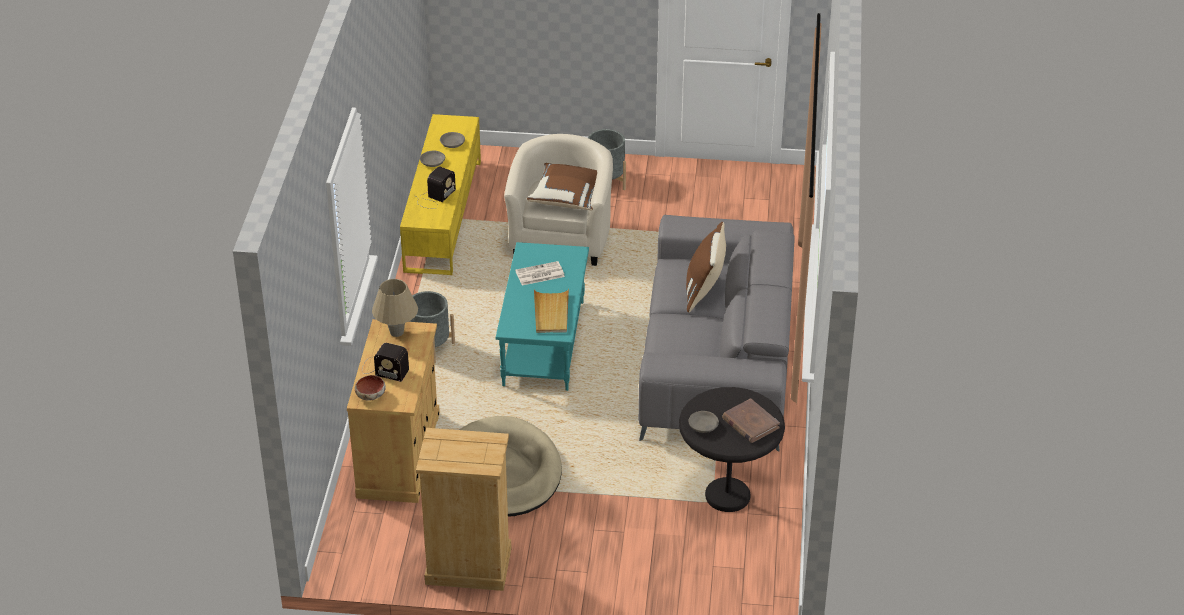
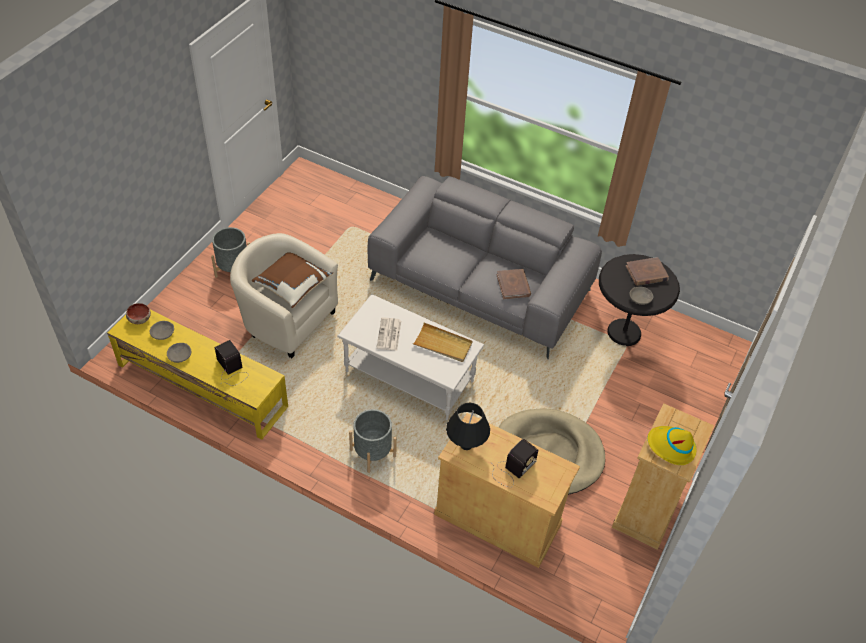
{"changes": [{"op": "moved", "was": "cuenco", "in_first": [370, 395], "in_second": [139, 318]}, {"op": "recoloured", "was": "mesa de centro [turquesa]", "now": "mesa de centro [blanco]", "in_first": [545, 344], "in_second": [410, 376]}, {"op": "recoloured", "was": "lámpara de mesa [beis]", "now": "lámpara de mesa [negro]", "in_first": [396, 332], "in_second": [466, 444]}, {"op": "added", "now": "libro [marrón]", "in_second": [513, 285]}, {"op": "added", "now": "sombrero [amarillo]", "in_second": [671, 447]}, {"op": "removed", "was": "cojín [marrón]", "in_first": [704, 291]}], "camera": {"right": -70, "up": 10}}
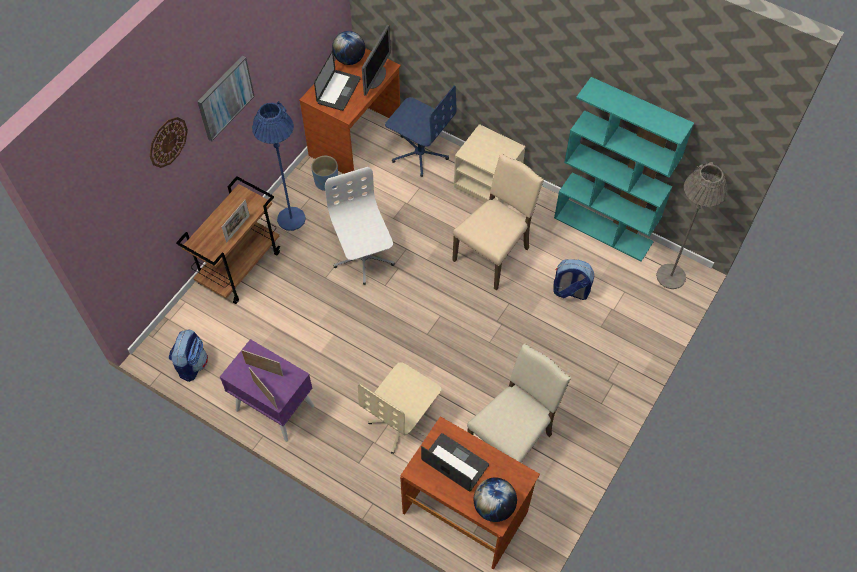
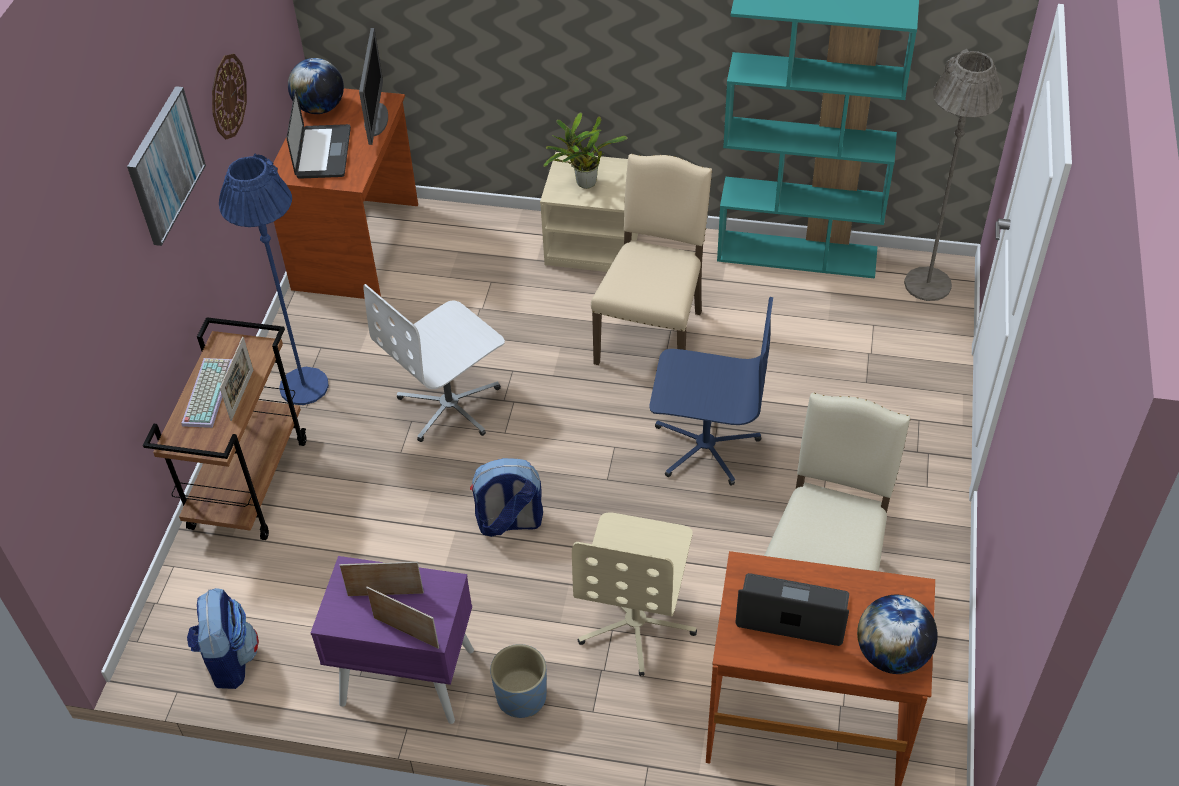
{"changes": [{"op": "added", "now": "teclado", "in_second": [207, 392]}, {"op": "moved", "was": "reloj de pared", "in_first": [167, 142], "in_second": [227, 96]}, {"op": "turned", "was": "silla de oficina [blanco]", "in_first": [363, 258], "in_second": [450, 405], "clockwise": -90}, {"op": "moved", "was": "mochila", "in_first": [570, 291], "in_second": [509, 522]}, {"op": "moved", "was": "maceta [azul]", "in_first": [326, 182], "in_second": [522, 696]}, {"op": "added", "now": "planta en maceta", "in_second": [583, 184]}, {"op": "moved", "was": "silla de oficina [azul]", "in_first": [420, 153], "in_second": [705, 445]}], "camera": {"right": -20, "up": -10}}
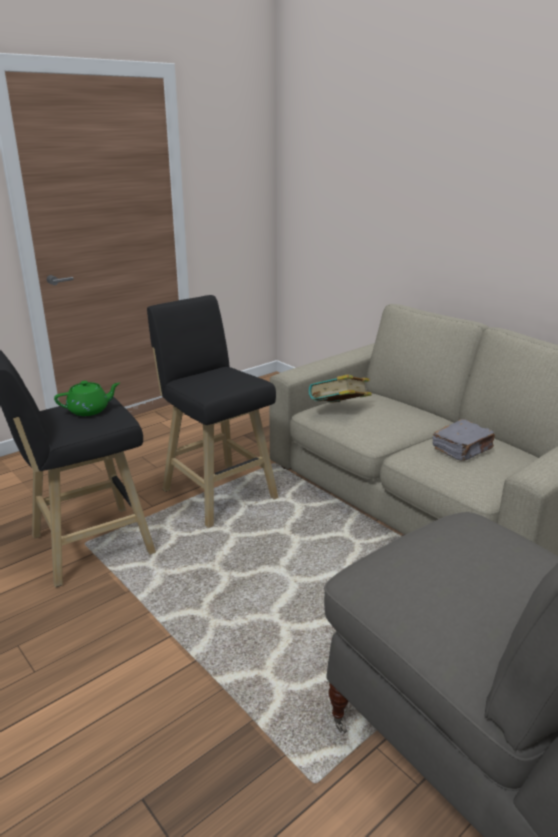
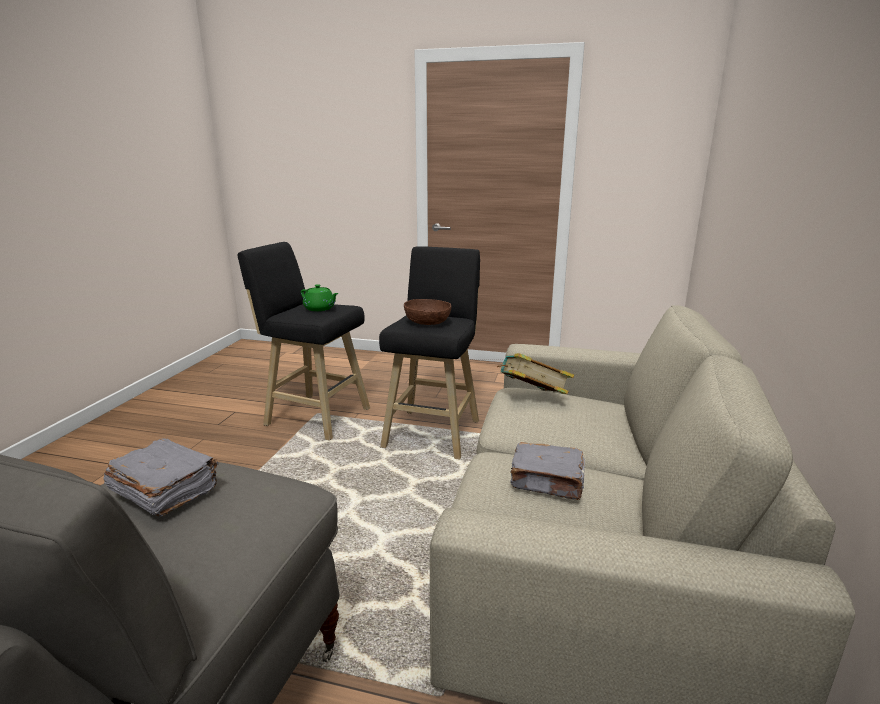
{"changes": [{"op": "added", "now": "libro [gris]", "in_second": [165, 491]}, {"op": "added", "now": "cuenco [marrón]", "in_second": [427, 322]}], "camera": {"right": 55, "up": -5}}
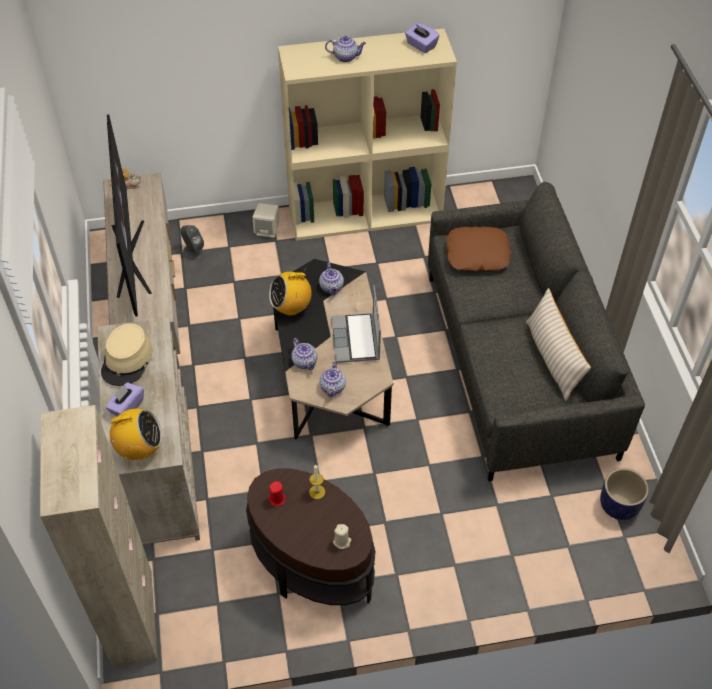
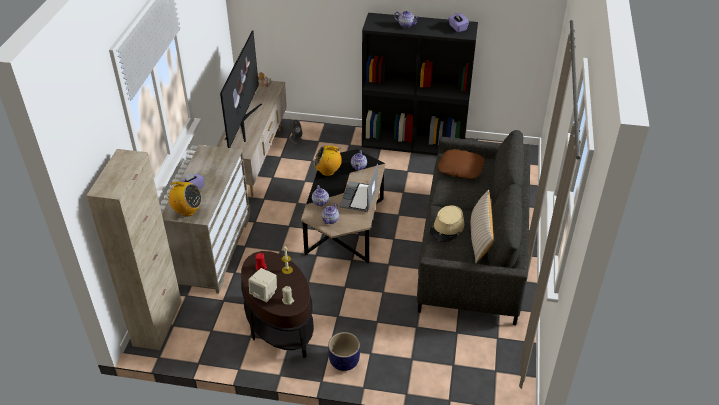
{"changes": [{"op": "moved", "was": "altavoz [beis]", "in_first": [267, 230], "in_second": [264, 294]}, {"op": "moved", "was": "maceta", "in_first": [619, 506], "in_second": [344, 362]}, {"op": "recoloured", "was": "estantería [beis]", "now": "estantería [negro]", "in_first": [366, 213], "in_second": [414, 142]}, {"op": "moved", "was": "sombrero [beis]", "in_first": [127, 360], "in_second": [447, 228]}], "camera": {"right": 20, "up": -10}}
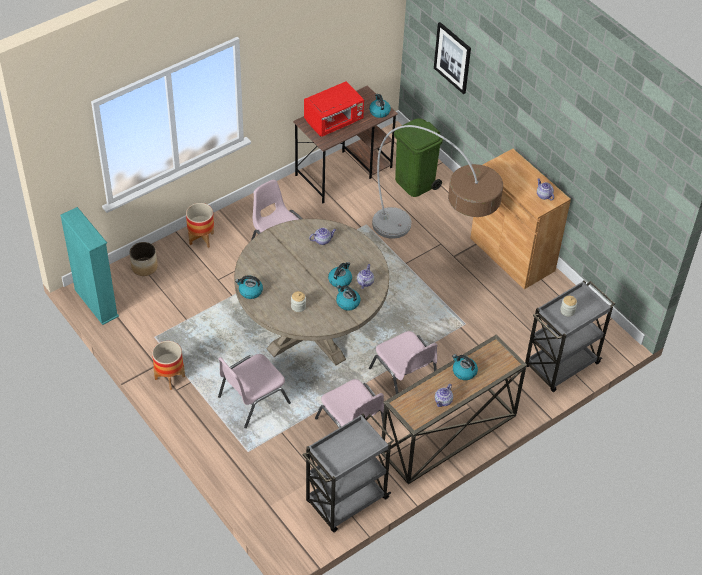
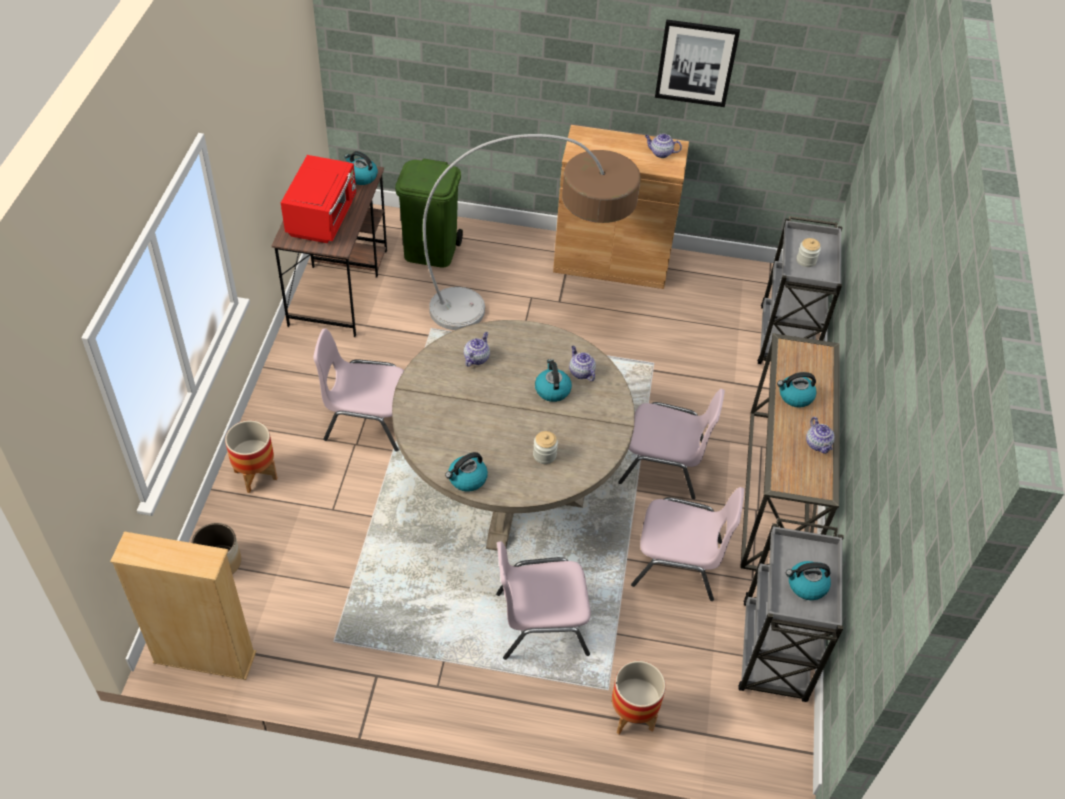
{"changes": [{"op": "recoloured", "was": "estantería [turquesa]", "now": "estantería [beis]", "in_first": [96, 303], "in_second": [204, 658]}, {"op": "turned", "was": "silla [rosa]", "in_first": [252, 400], "in_second": [540, 622], "clockwise": 75}, {"op": "moved", "was": "maceta", "in_first": [169, 377], "in_second": [632, 715]}, {"op": "moved", "was": "cuadro", "in_first": [453, 57], "in_second": [696, 63]}, {"op": "moved", "was": "hervidor", "in_first": [347, 302], "in_second": [806, 585]}], "camera": {"right": -45, "up": 0}}
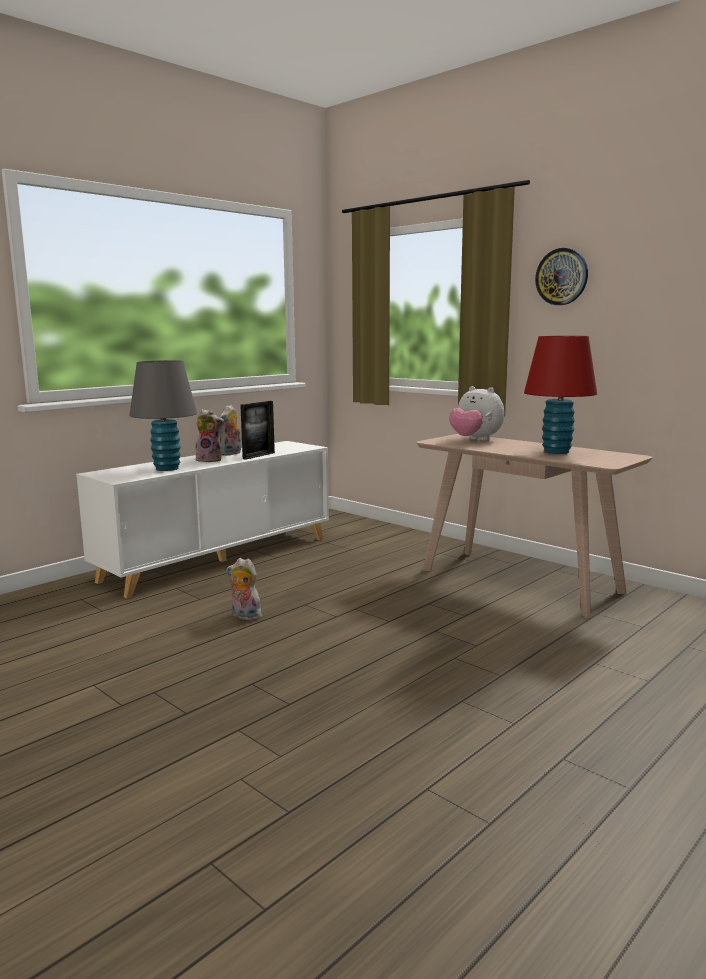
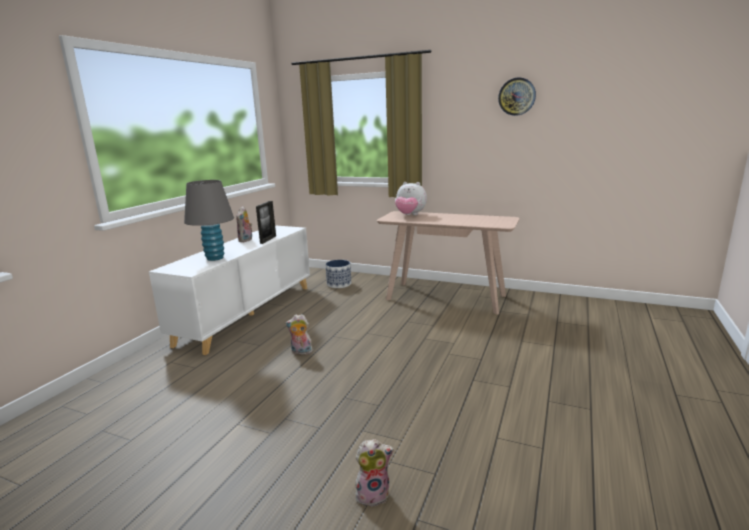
{"changes": [{"op": "added", "now": "maceta", "in_second": [339, 284]}, {"op": "moved", "was": "peluche", "in_first": [210, 460], "in_second": [373, 494]}, {"op": "moved", "was": "reloj de pared", "in_first": [562, 276], "in_second": [517, 96]}, {"op": "removed", "was": "lámpara de mesa [rojo]", "in_first": [556, 452]}], "camera": {"right": -20, "up": 5}}
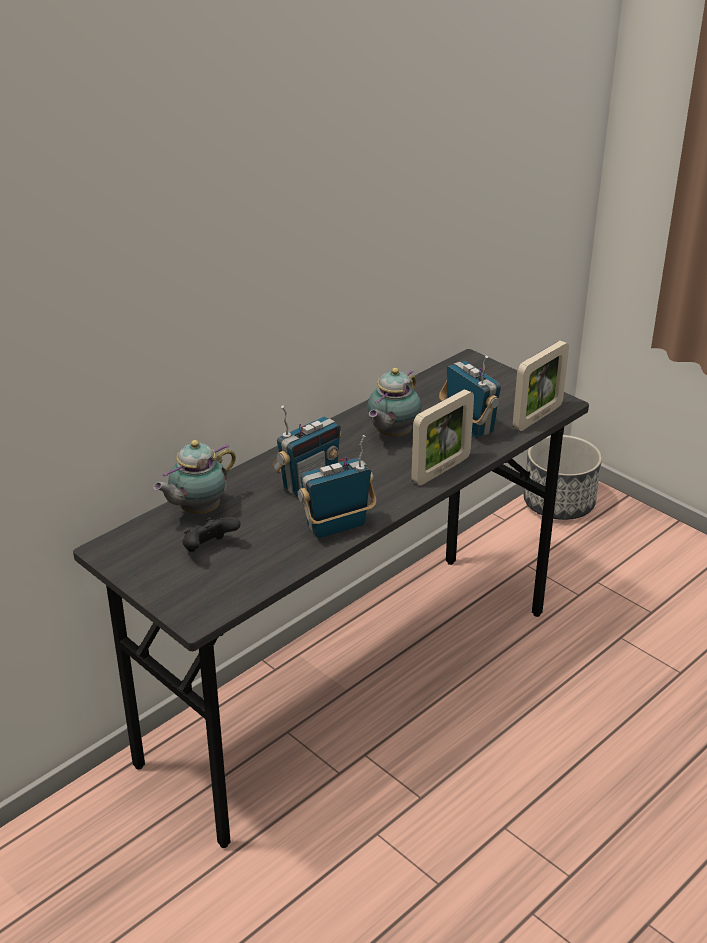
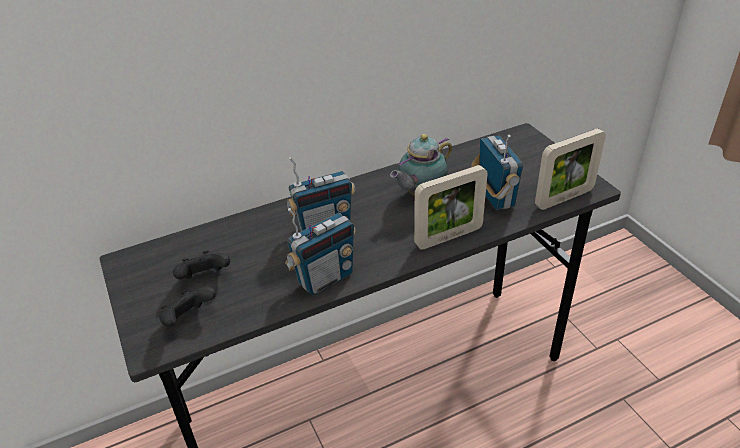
{"changes": [{"op": "added", "now": "mando de consola [negro]", "in_second": [188, 319]}, {"op": "turned", "was": "radio", "in_first": [336, 527], "in_second": [325, 278], "clockwise": 150}, {"op": "removed", "was": "tetera", "in_first": [197, 511]}, {"op": "removed", "was": "maceta", "in_first": [559, 503]}], "camera": {"right": 20, "up": 5}}
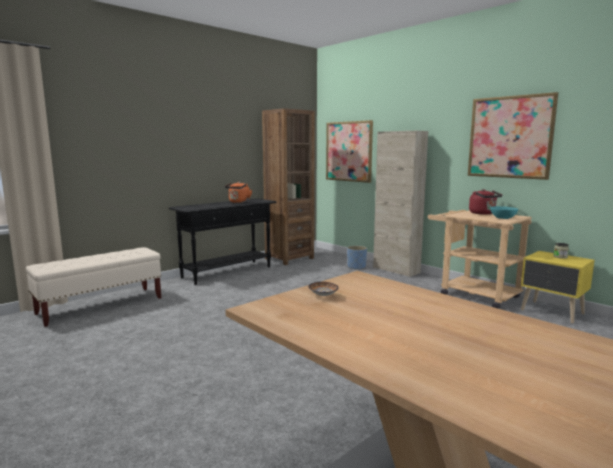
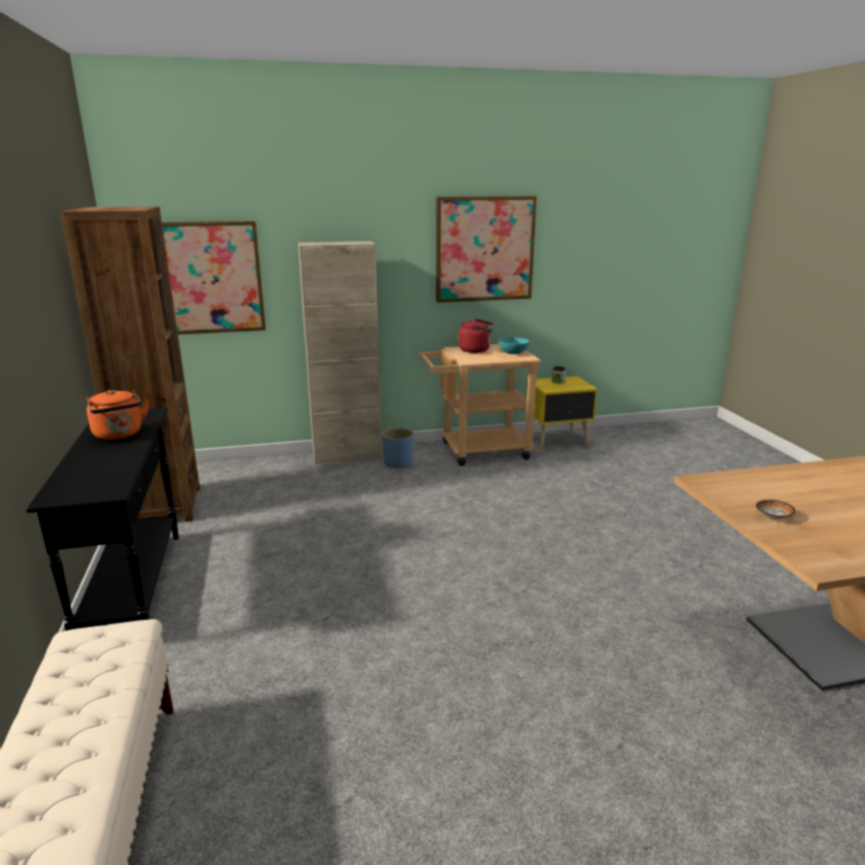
{"changes": [{"op": "moved", "was": "maceta [azul]", "in_first": [356, 267], "in_second": [398, 463]}], "camera": {"right": -60, "up": 10}}
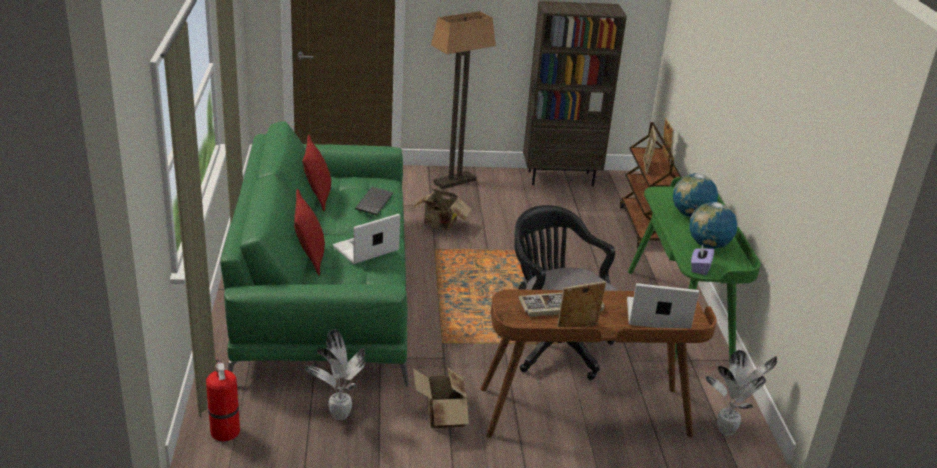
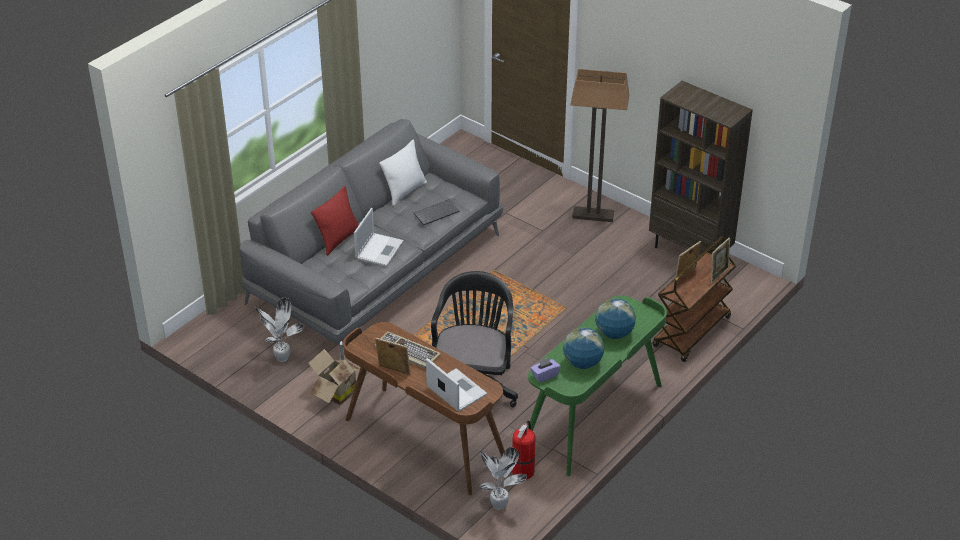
{"changes": [{"op": "recoloured", "was": "sofá [verde]", "now": "sofá [gris]", "in_first": [326, 291], "in_second": [377, 268]}, {"op": "turned", "was": "portátil", "in_first": [365, 249], "in_second": [379, 249], "clockwise": 105}, {"op": "recoloured", "was": "cojín [rojo]", "now": "cojín [blanco]", "in_first": [317, 197], "in_second": [405, 191]}, {"op": "moved", "was": "extintor", "in_first": [224, 430], "in_second": [523, 470]}, {"op": "removed", "was": "caja de cartón", "in_first": [440, 225]}], "camera": {"right": 45, "up": 10}}
